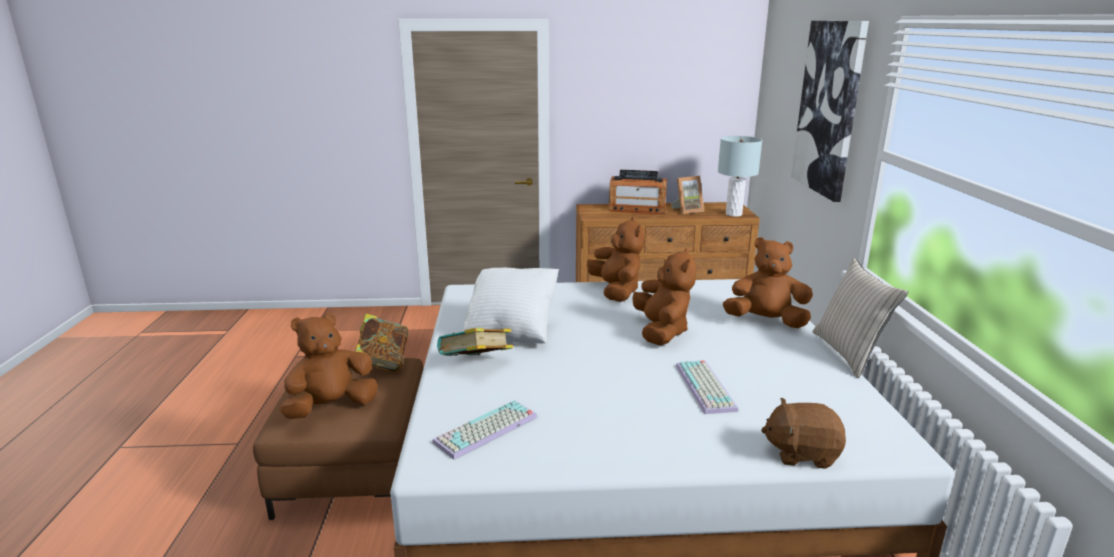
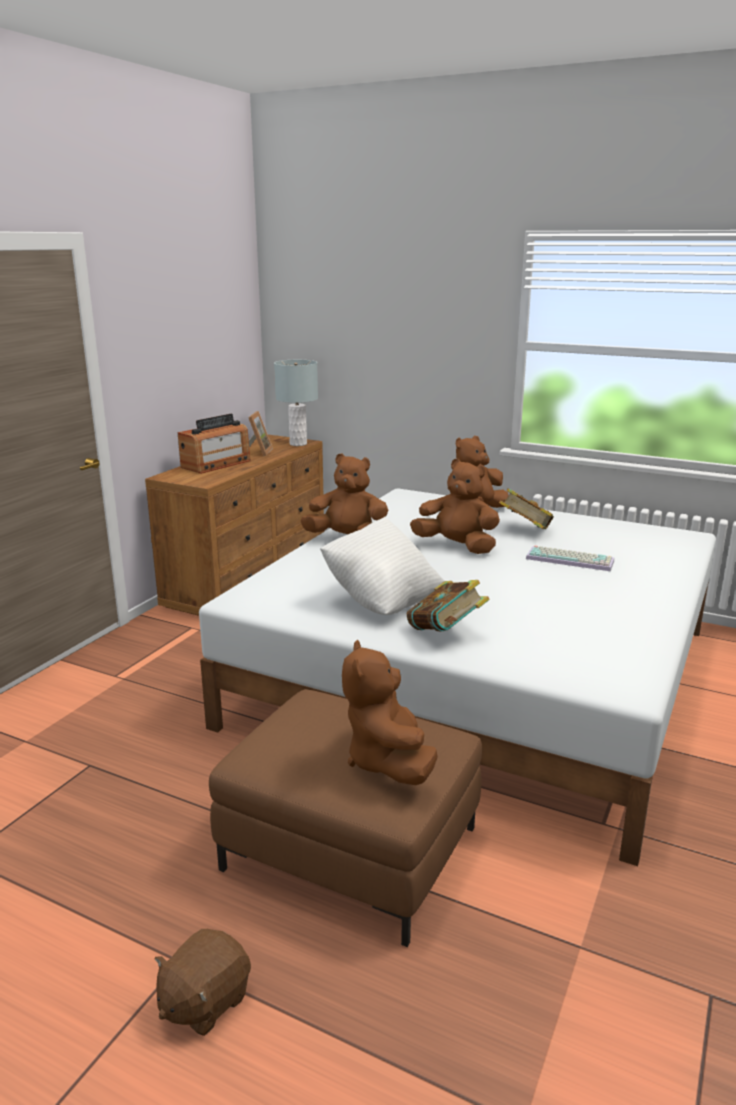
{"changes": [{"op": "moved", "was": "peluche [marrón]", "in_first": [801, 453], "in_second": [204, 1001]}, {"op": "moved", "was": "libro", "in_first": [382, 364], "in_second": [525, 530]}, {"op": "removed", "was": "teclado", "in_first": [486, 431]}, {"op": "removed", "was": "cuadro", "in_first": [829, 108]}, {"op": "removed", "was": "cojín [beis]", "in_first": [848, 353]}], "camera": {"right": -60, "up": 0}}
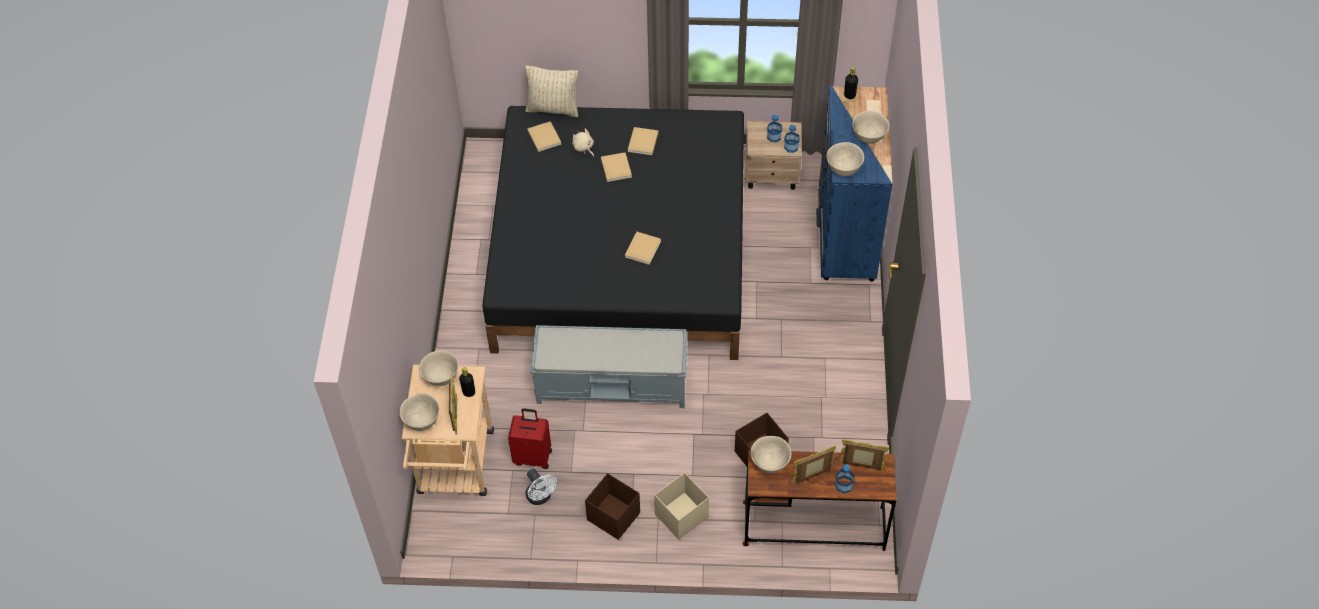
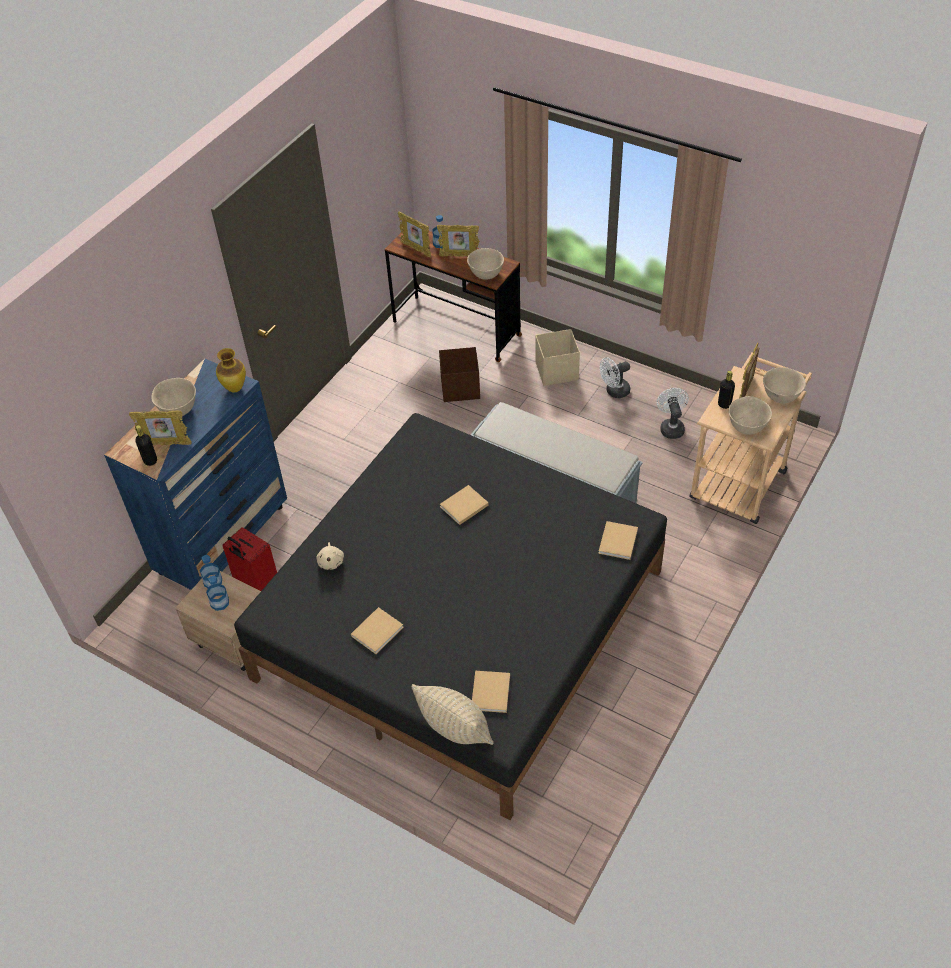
{"changes": [{"op": "added", "now": "portarretratos", "in_second": [166, 444]}, {"op": "replaced", "was": "cuenco [beis]", "now": "florero", "in_first": [843, 168], "in_second": [234, 388]}, {"op": "moved", "was": "maleta [rojo]", "in_first": [533, 456], "in_second": [255, 582]}, {"op": "moved", "was": "peluche [beis]", "in_first": [583, 148], "in_second": [331, 561]}, {"op": "moved", "was": "libro [beis]", "in_first": [616, 167], "in_second": [617, 542]}, {"op": "replaced", "was": "caja de almacenaje [marrón]", "now": "ventilador [blanco]", "in_first": [613, 516], "in_second": [614, 392]}], "camera": {"right": -150, "up": -5}}
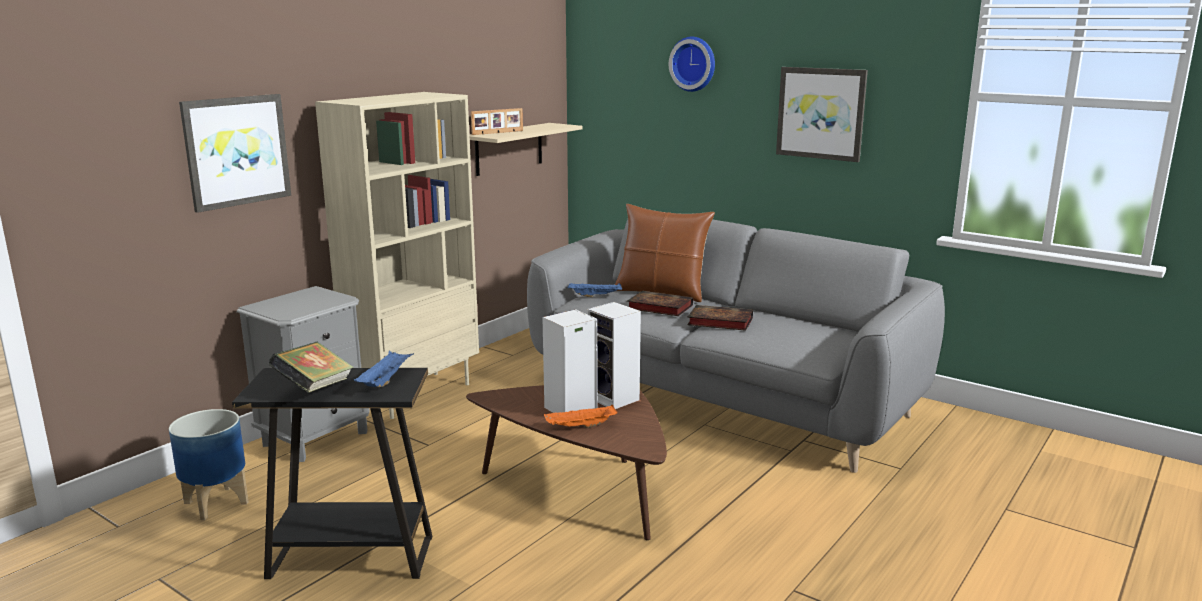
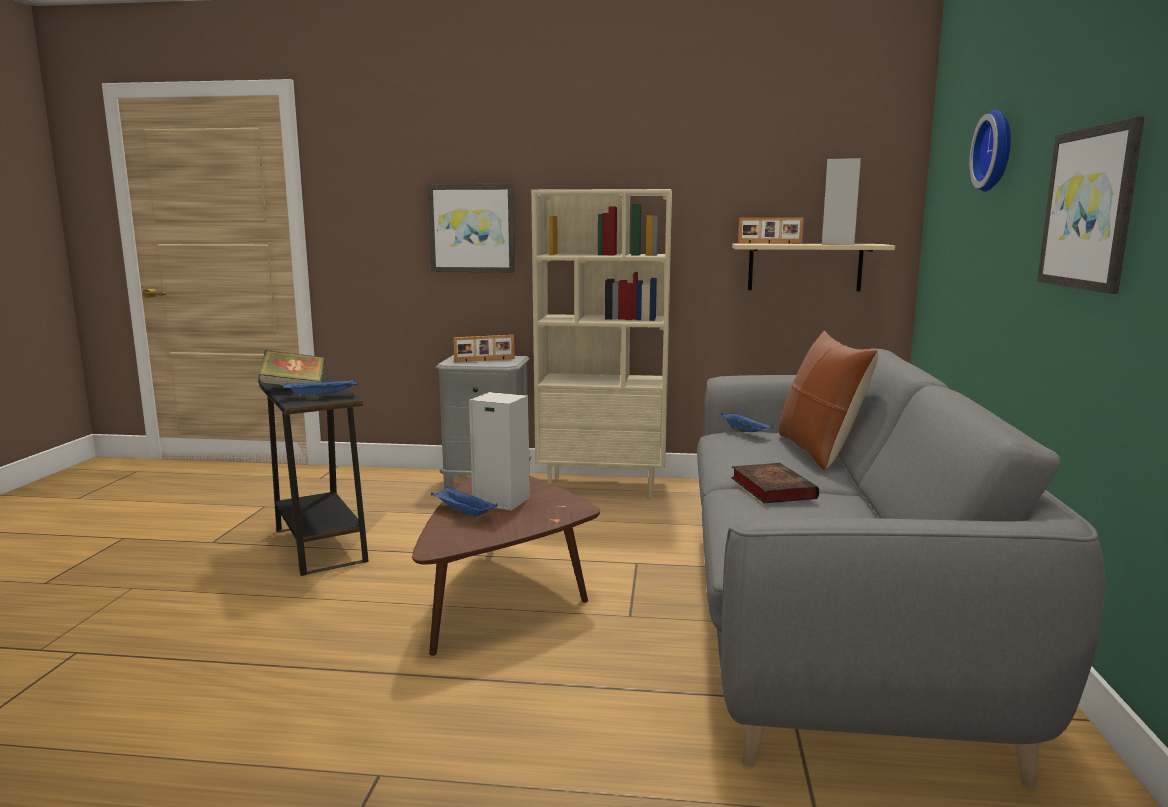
{"changes": [{"op": "recoloured", "was": "bandeja [naranja]", "now": "bandeja [azul]", "in_first": [580, 427], "in_second": [462, 513]}, {"op": "added", "now": "portarretratos", "in_second": [485, 360]}, {"op": "moved", "was": "altavoz", "in_first": [615, 399], "in_second": [839, 244]}, {"op": "removed", "was": "maceta", "in_first": [215, 502]}, {"op": "removed", "was": "libro", "in_first": [658, 307]}], "camera": {"right": 60, "up": -5}}
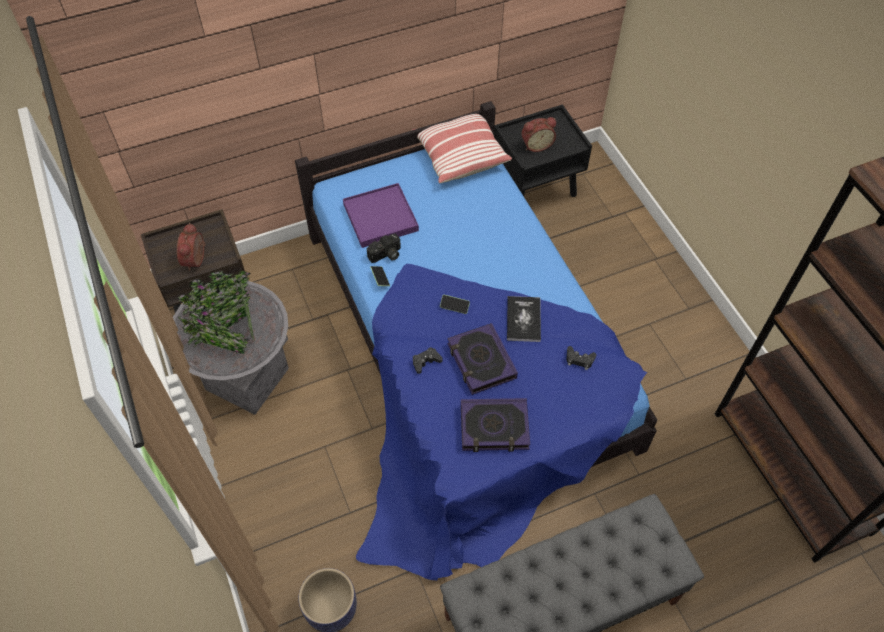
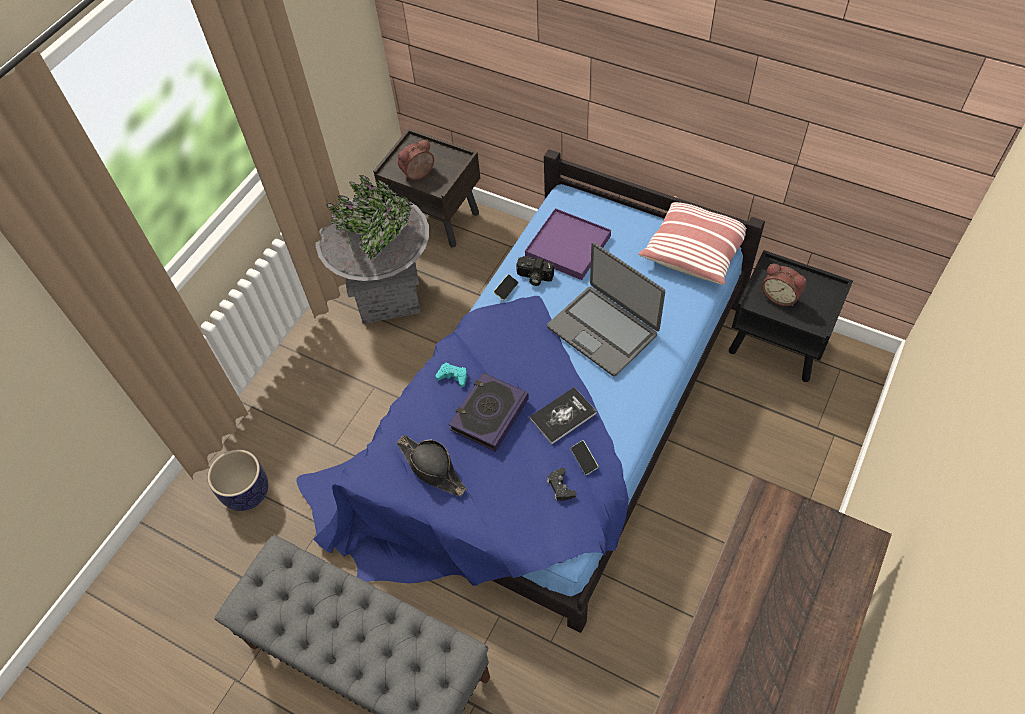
{"changes": [{"op": "replaced", "was": "libro", "now": "sombrero [negro]", "in_first": [494, 427], "in_second": [432, 468]}, {"op": "recoloured", "was": "mando de consola [negro]", "now": "mando de consola [turquesa]", "in_first": [426, 361], "in_second": [453, 376]}, {"op": "added", "now": "portátil", "in_second": [603, 330]}, {"op": "moved", "was": "móvil", "in_first": [454, 306], "in_second": [584, 459]}], "camera": {"right": 55, "up": 0}}
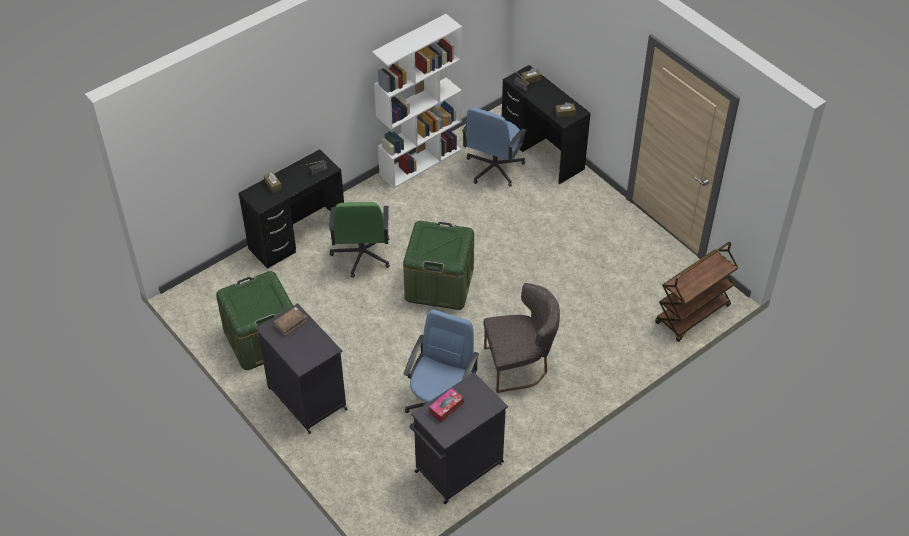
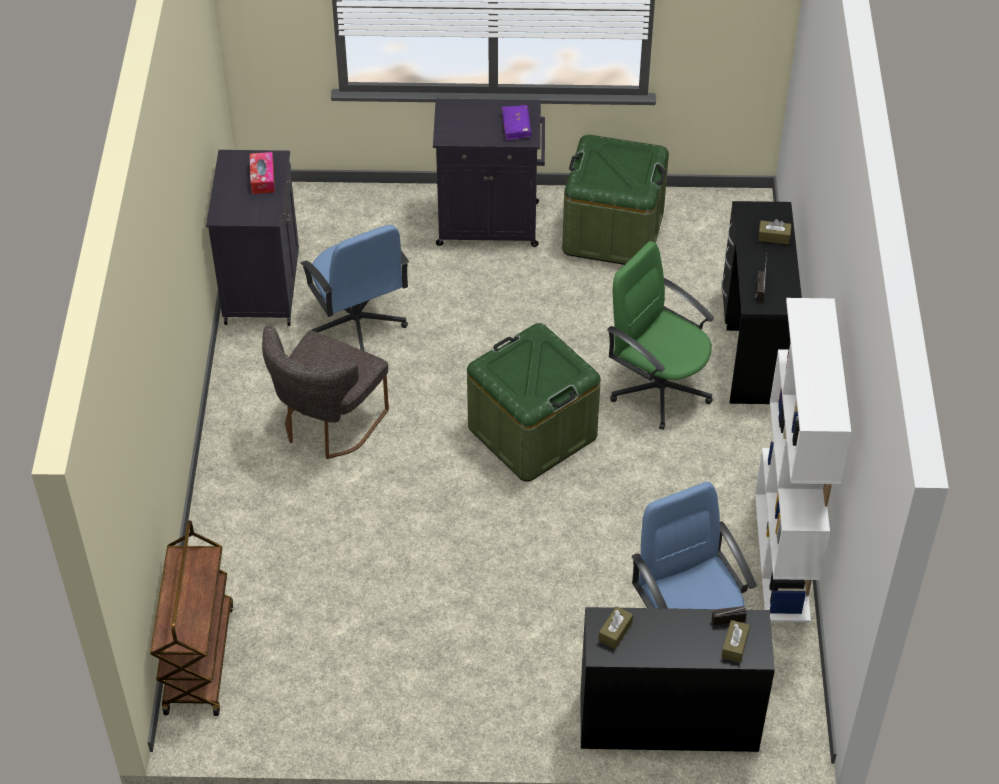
{"changes": [{"op": "recoloured", "was": "libro [marrón]", "now": "libro [morado]", "in_first": [290, 323], "in_second": [516, 127]}], "camera": {"right": 130, "up": 0}}
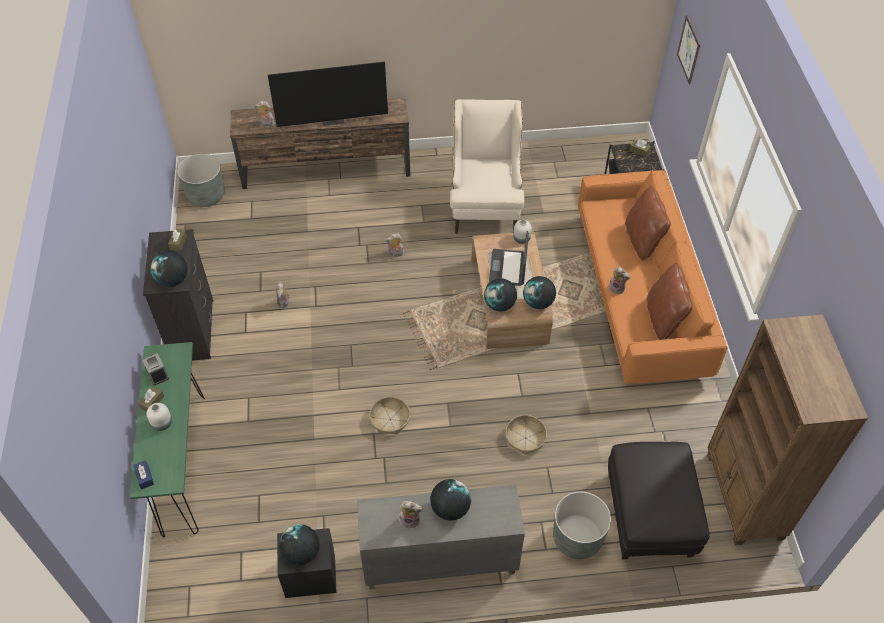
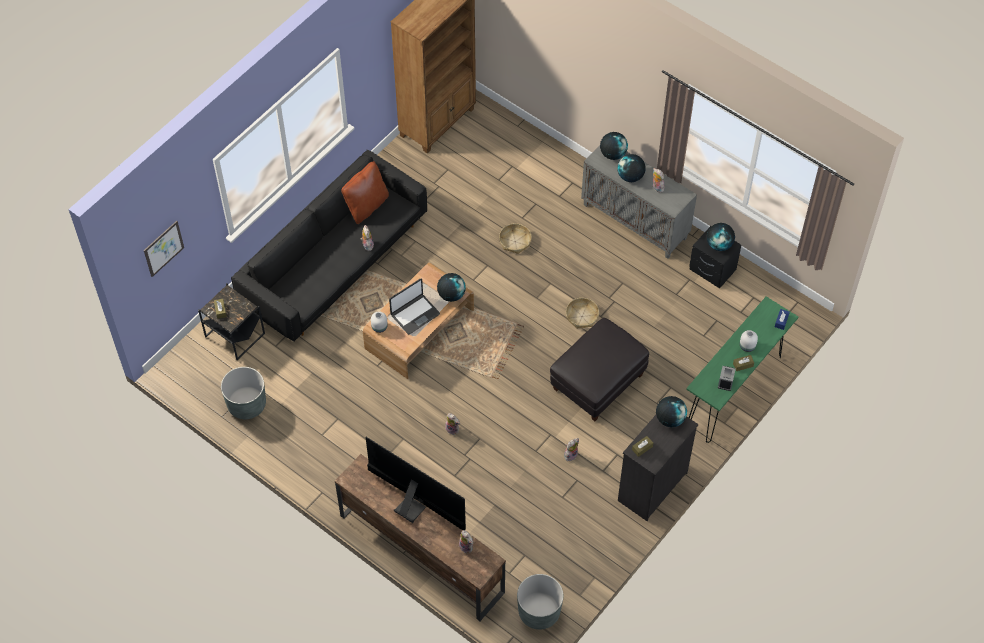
{"changes": [{"op": "moved", "was": "maceta [gris]", "in_first": [577, 538], "in_second": [247, 404]}, {"op": "recoloured", "was": "sofá [naranja]", "now": "sofá [negro]", "in_first": [639, 295], "in_second": [335, 263]}, {"op": "moved", "was": "puf [negro]", "in_first": [649, 514], "in_second": [597, 382]}, {"op": "moved", "was": "globo terráqueo", "in_first": [538, 303], "in_second": [613, 154]}, {"op": "removed", "was": "sillón [beis]", "in_first": [485, 203]}, {"op": "removed", "was": "cojín [marrón]", "in_first": [642, 240]}], "camera": {"right": -135, "up": 5}}
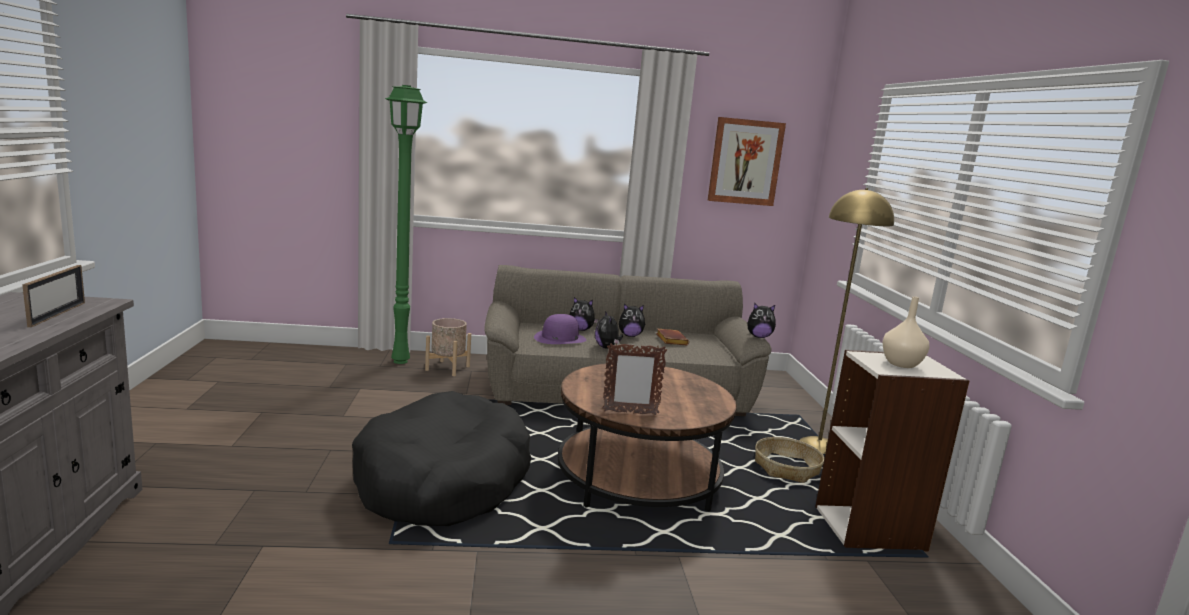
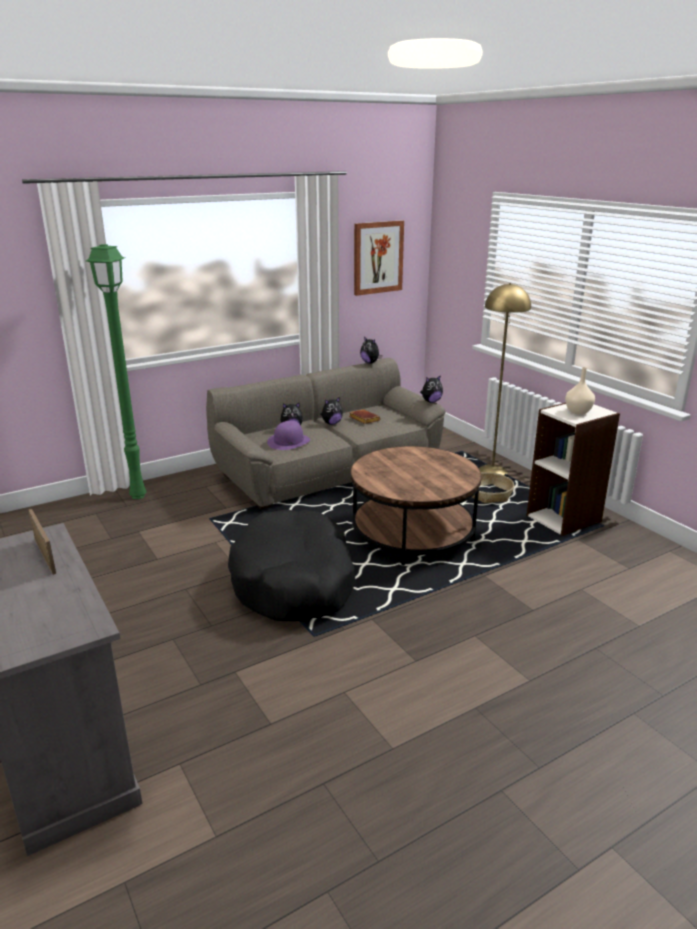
{"changes": [{"op": "moved", "was": "peluche", "in_first": [607, 347], "in_second": [370, 362]}, {"op": "removed", "was": "maceta [beis]", "in_first": [447, 368]}, {"op": "removed", "was": "portarretratos", "in_first": [629, 413]}], "camera": {"right": -25, "up": 10}}
